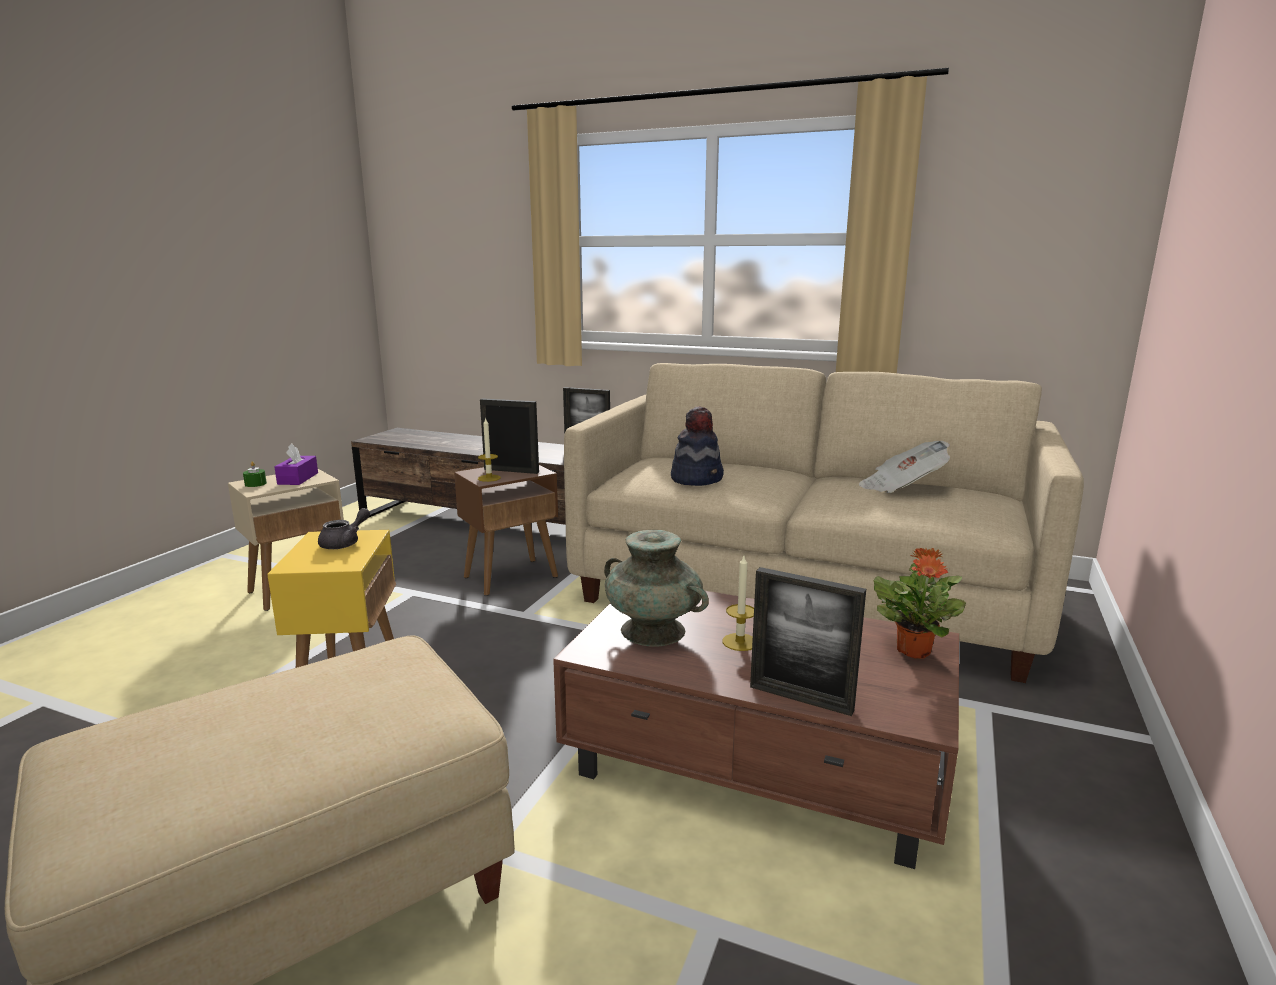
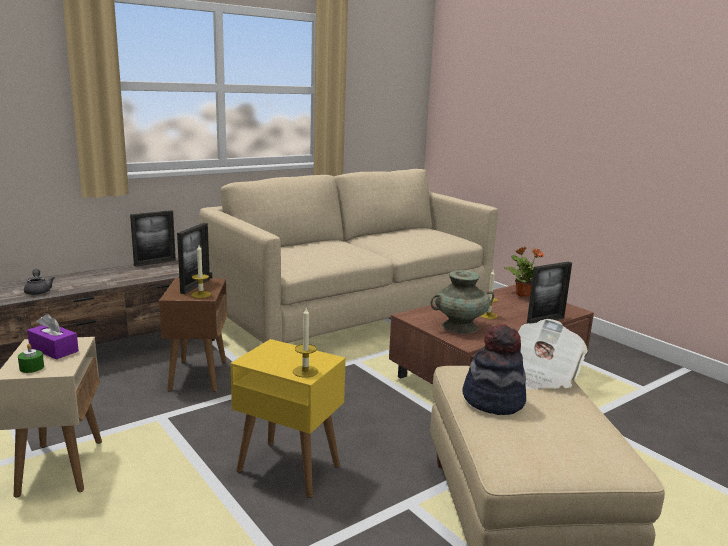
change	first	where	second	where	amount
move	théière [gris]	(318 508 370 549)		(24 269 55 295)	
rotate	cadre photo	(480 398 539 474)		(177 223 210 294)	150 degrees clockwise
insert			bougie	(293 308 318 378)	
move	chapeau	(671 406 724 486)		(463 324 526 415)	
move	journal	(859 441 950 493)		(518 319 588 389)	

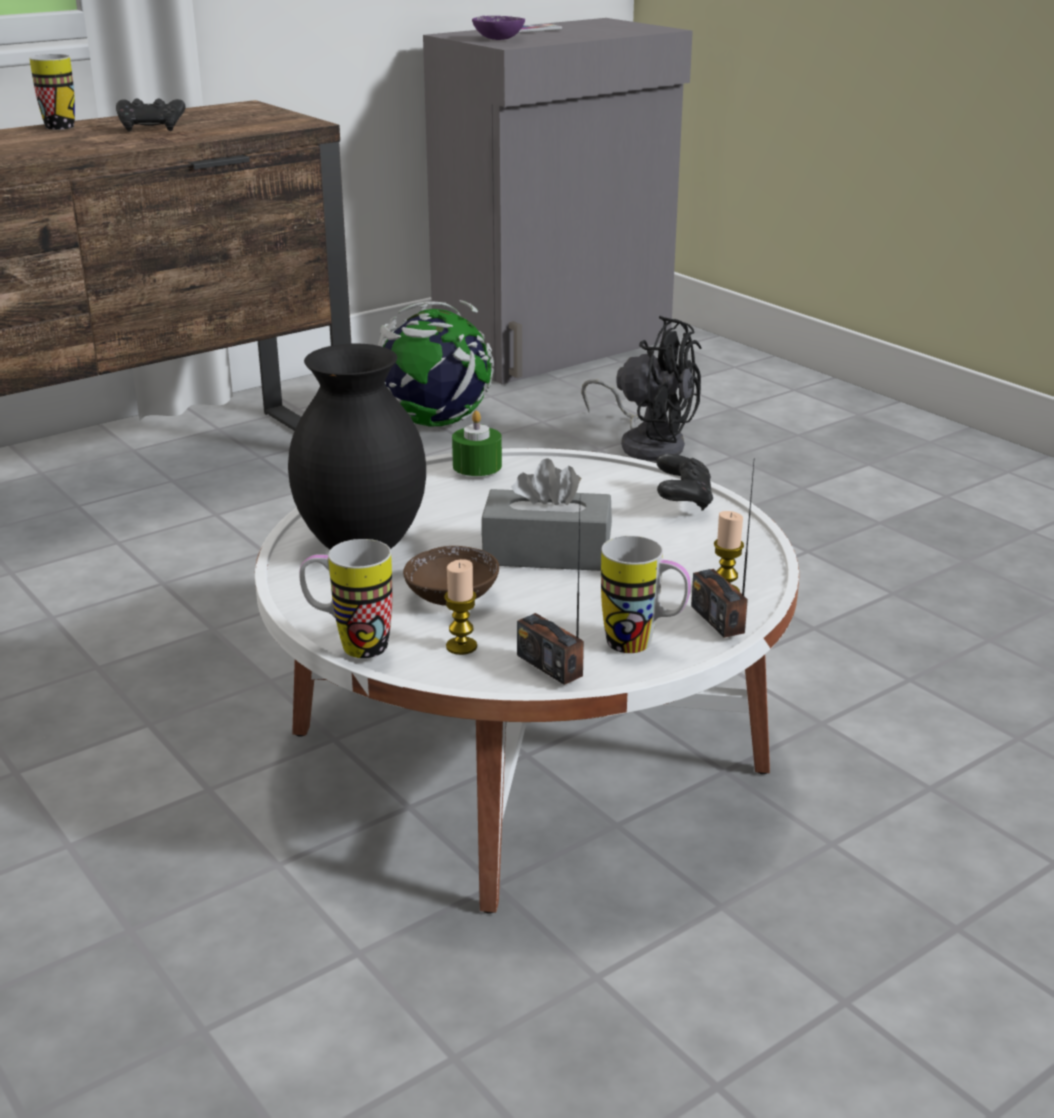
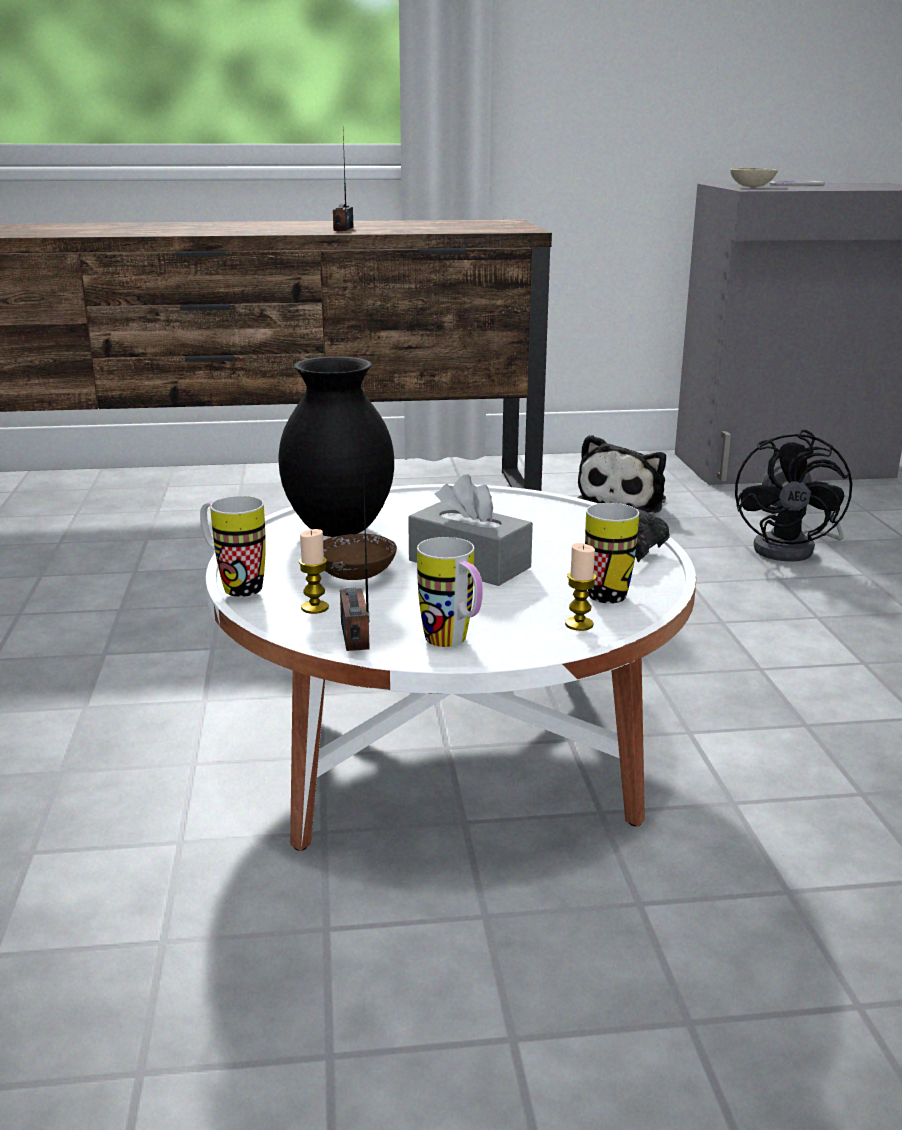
change	first	where	second	where	amount
move	radio	(691 464 754 638)		(333 133 354 231)	
replace	globe	(378 300 494 426)	peluche	(578 435 666 513)	
move	mug	(29 54 75 130)		(585 503 639 604)	
recolor	bol [violet]	(472 16 525 40)	bol [beige]	(730 167 778 187)	
rotate	ventilateur [noir]	(581 316 702 461)		(735 430 852 562)	45 degrees clockwise
delete	manette [noir]	(116 99 185 132)			
delete	bougie [vert]	(452 411 502 476)			

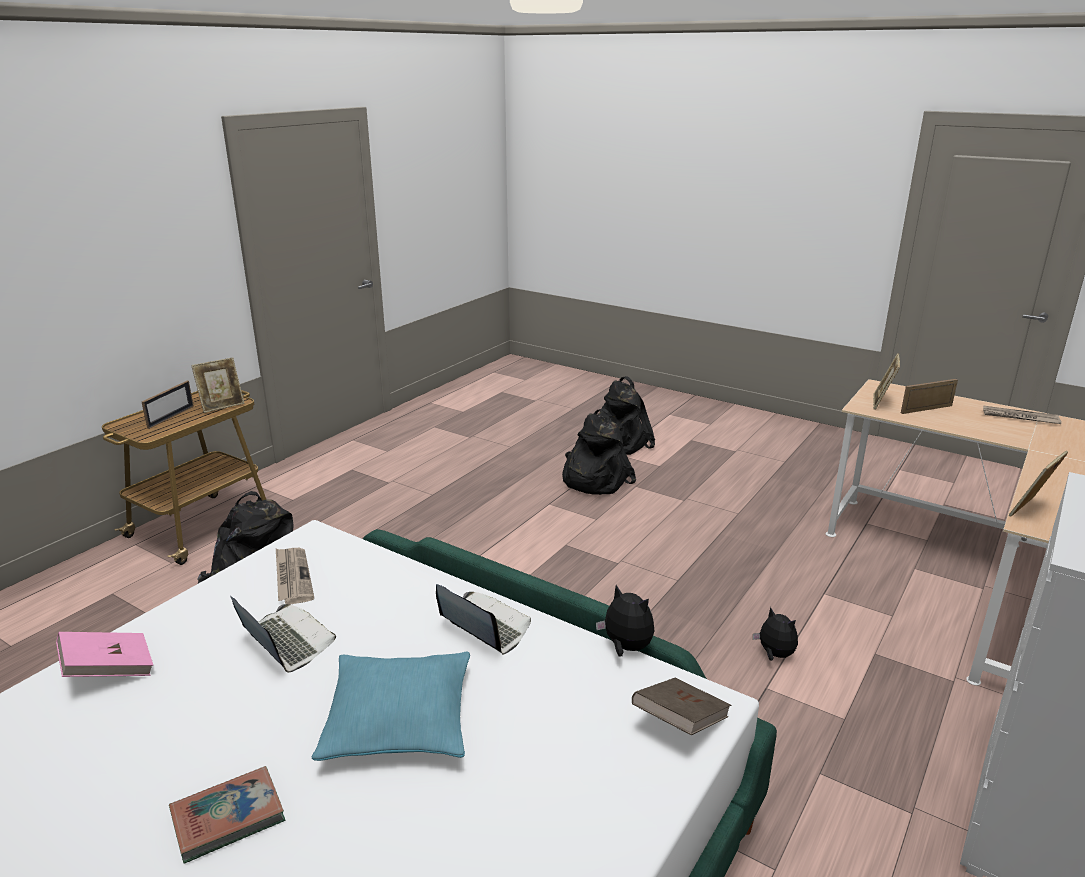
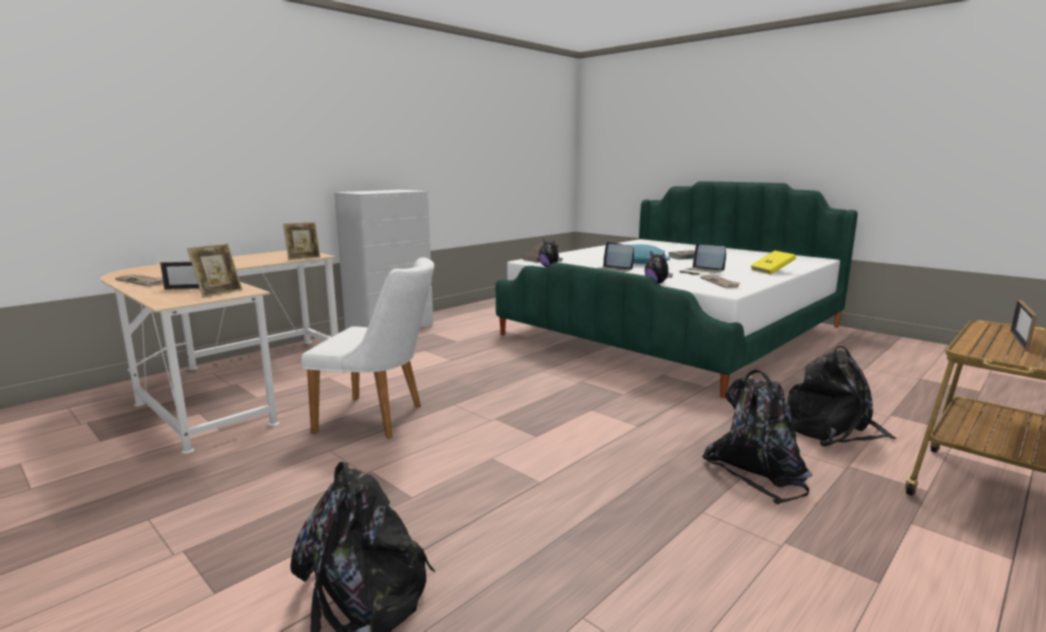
change	first	where	second	where	amount
insert			chaise [blanc]	(301 257 434 439)	
move	peluche	(753 607 798 661)		(645 251 673 284)	
move	sac à dos [noir]	(562 409 636 495)		(702 370 813 504)	
recolor	livre [rose]	(56 632 153 677)	livre [jaune]	(750 251 796 275)	
delete	cadre photo	(191 358 245 413)			

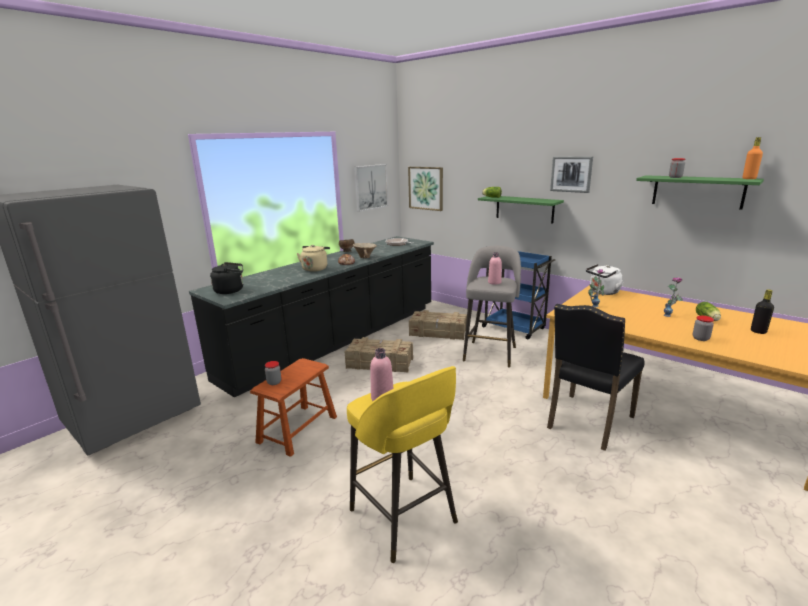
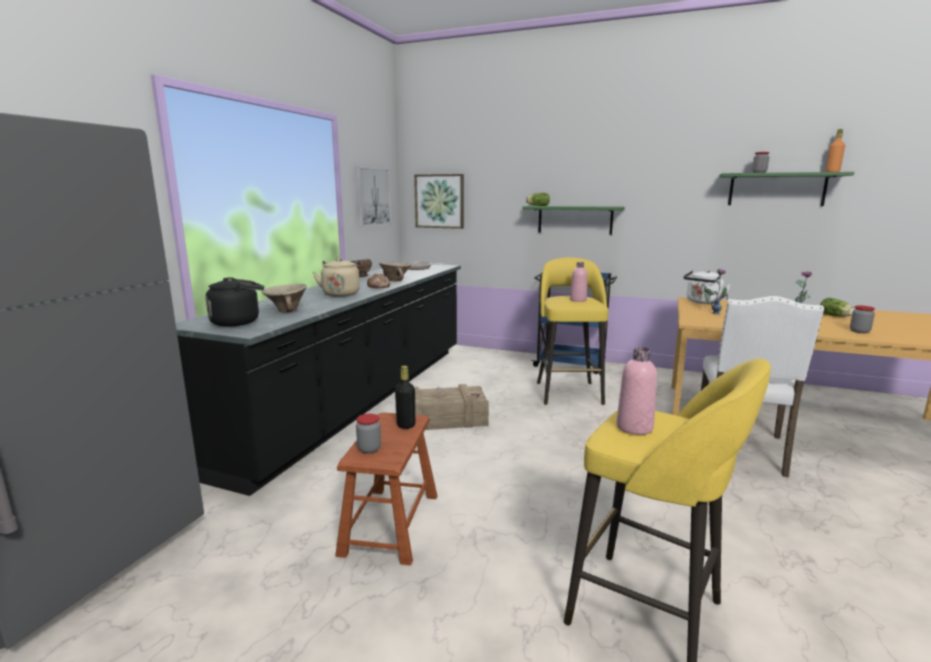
change	first	where	second	where	amount
insert			bol [beige]	(262 283 307 313)	
move	bouteille [noir]	(751 289 774 334)		(395 366 415 429)	
recolor	tabouret [gris]	(463 246 521 368)	tabouret [jaune]	(537 258 608 405)	
recolor	chaise [noir]	(547 304 645 451)	chaise [blanc]	(701 296 824 477)	
delete	caisse	(409 310 467 340)			
delete	tableau	(550 156 593 193)			

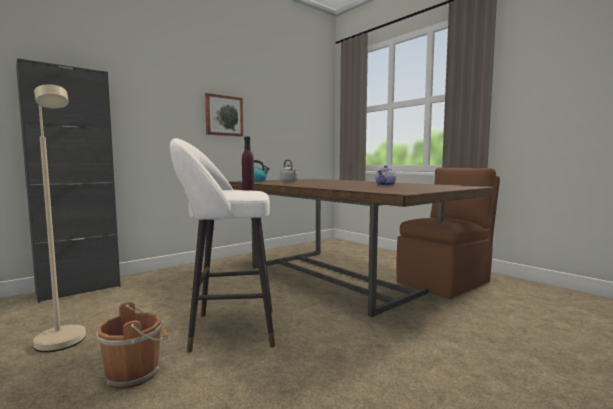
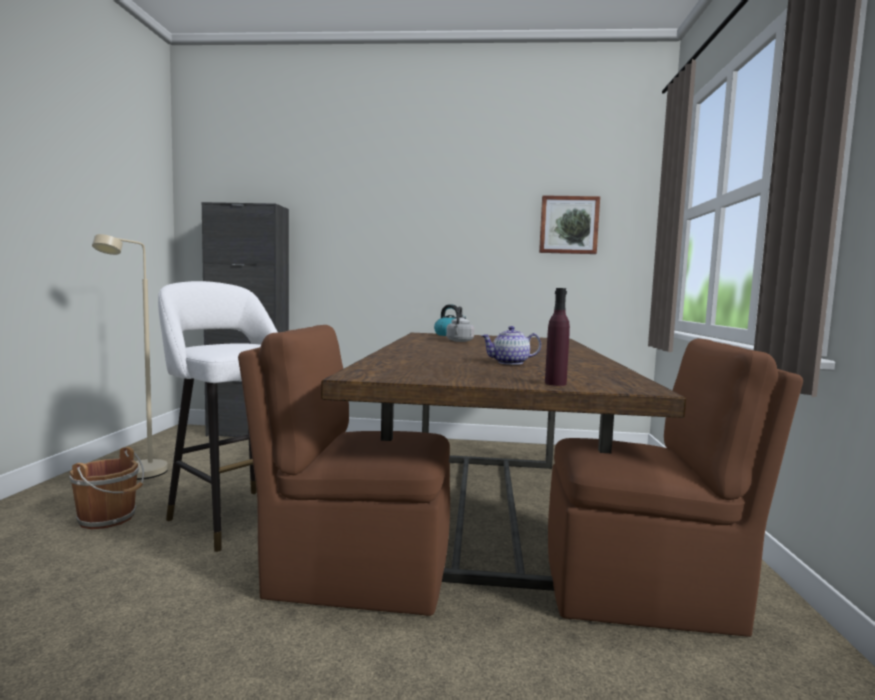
change	first	where	second	where	amount
insert			chaise [marron]	(238 325 450 616)	
move	tableau	(205 93 243 137)		(539 195 600 254)	
move	bouteille [violet]	(242 136 254 190)		(545 288 570 386)	

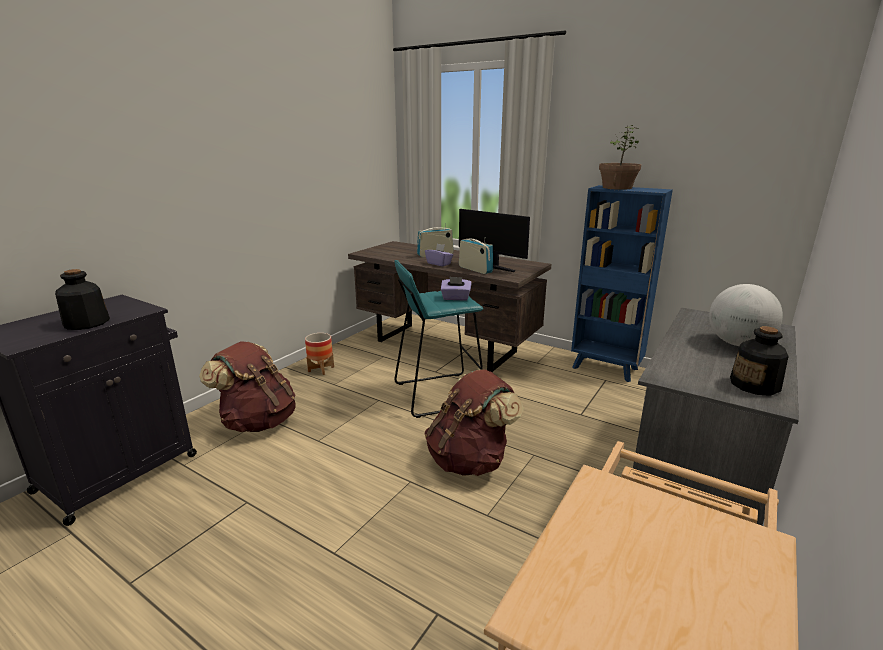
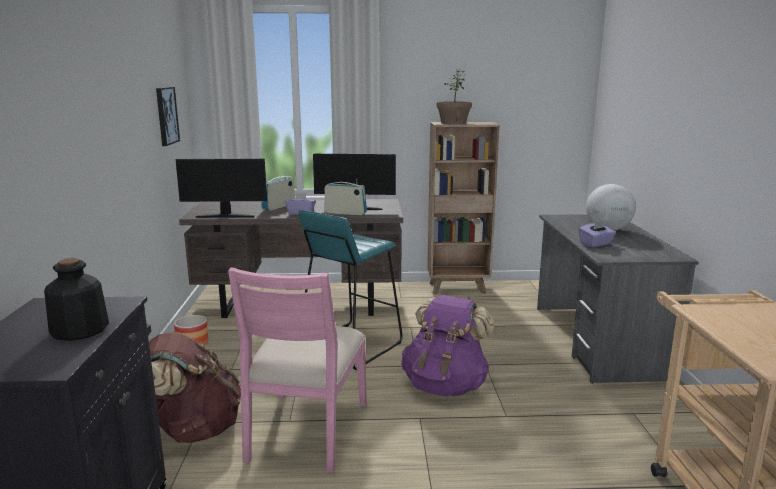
change	first	where	second	where	amount
insert			tableau	(156 87 180 146)	
insert			écran d'ordinateur	(176 158 267 218)	
insert			chaise [rose]	(228 267 367 473)	
recolor	sac à dos [marron]	(424 369 524 476)	sac à dos [violet]	(401 295 495 397)	
recolor	bibliothèque [bleu]	(571 185 673 382)	bibliothèque [marron]	(427 122 500 295)	
move	boîte à mouchoirs [violet]	(441 276 472 301)		(579 220 616 247)	
delete	bouteille	(730 326 789 396)			

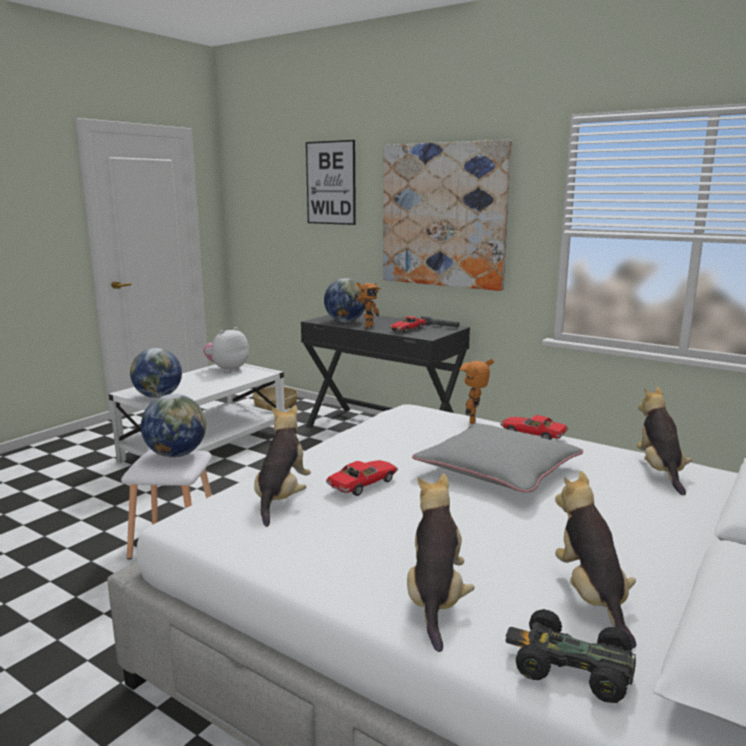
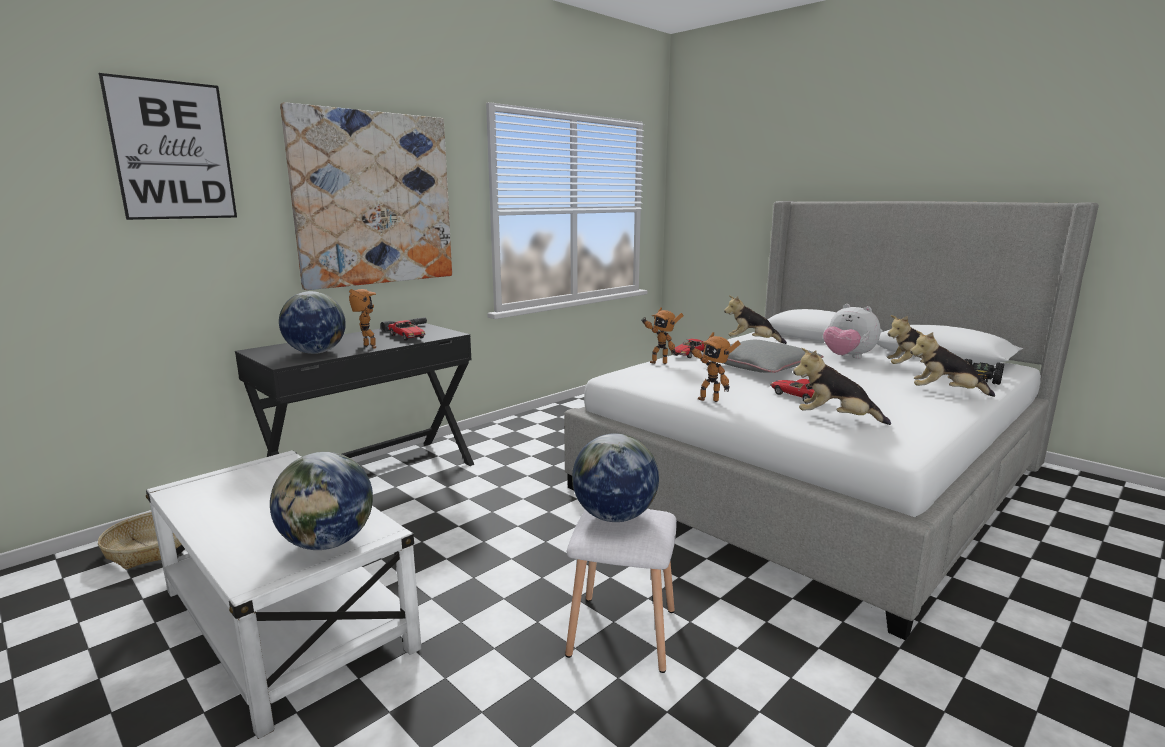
change	first	where	second	where	amount
insert			robot jouet	(688 332 741 402)	
move	peluche	(203 327 249 373)		(823 304 881 359)	

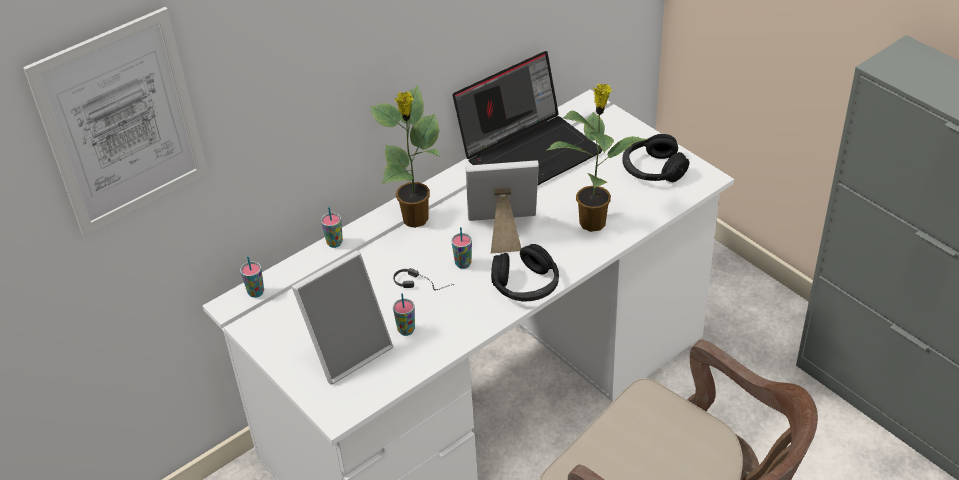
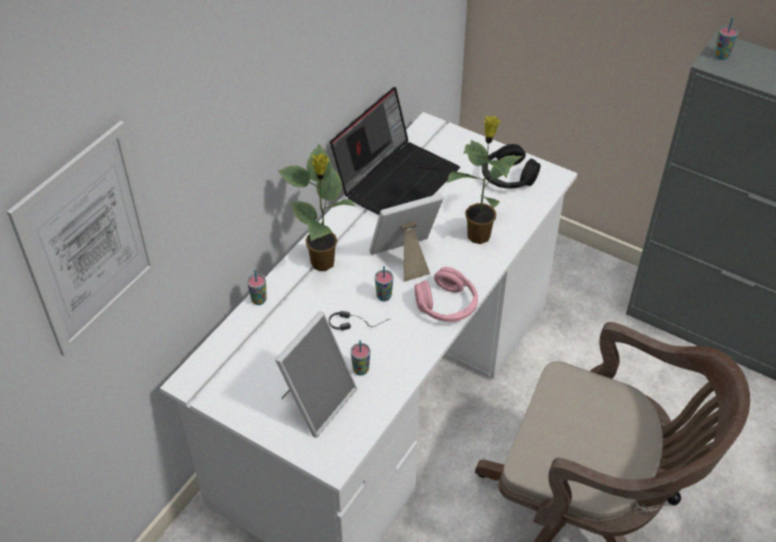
change	first	where	second	where	amount
recolor	casque audio [noir]	(491 244 559 302)	casque audio [rose]	(415 267 478 322)	
move	tasse	(240 256 264 298)		(714 18 738 60)	

